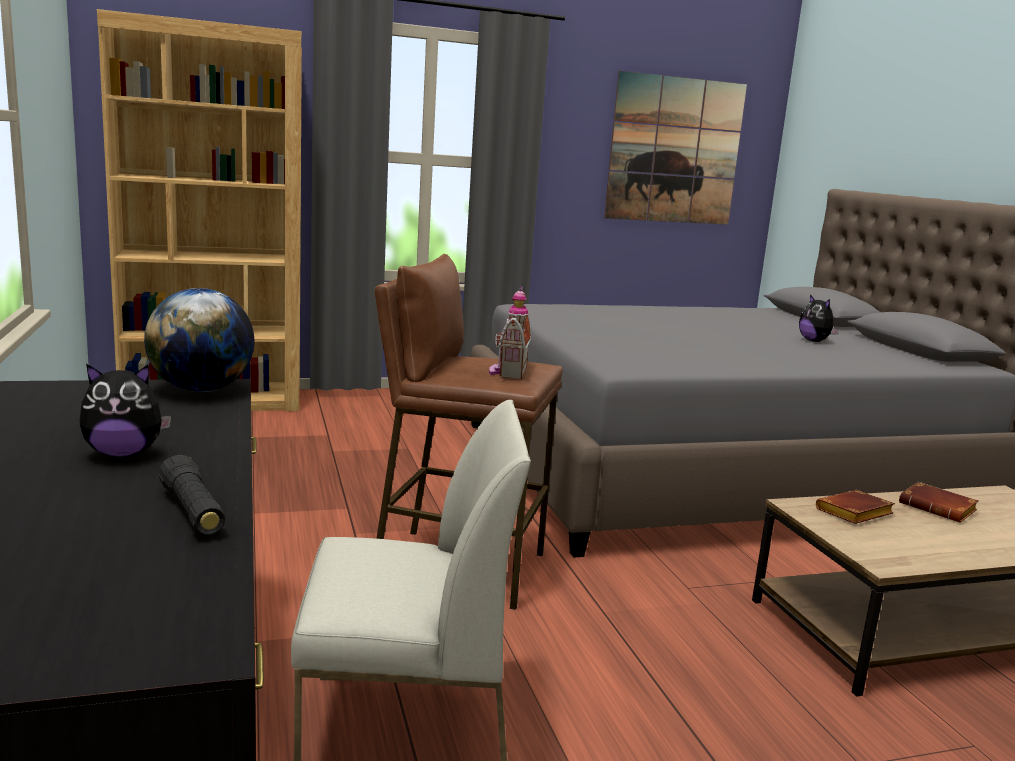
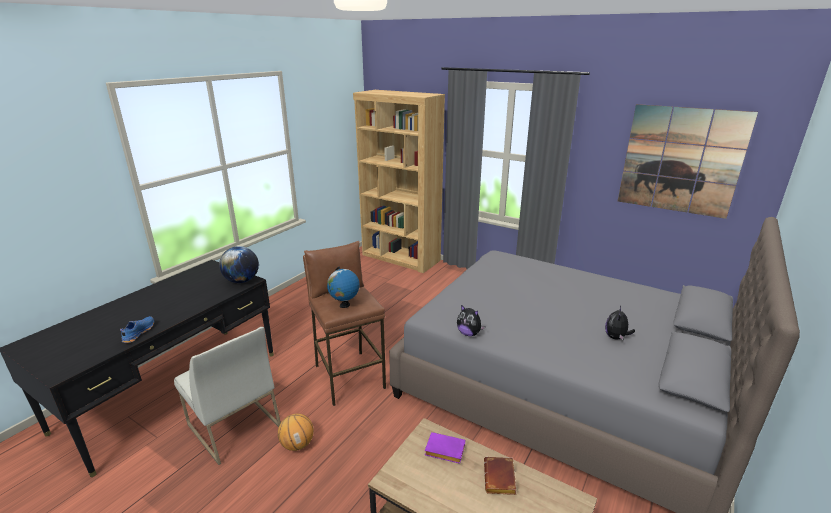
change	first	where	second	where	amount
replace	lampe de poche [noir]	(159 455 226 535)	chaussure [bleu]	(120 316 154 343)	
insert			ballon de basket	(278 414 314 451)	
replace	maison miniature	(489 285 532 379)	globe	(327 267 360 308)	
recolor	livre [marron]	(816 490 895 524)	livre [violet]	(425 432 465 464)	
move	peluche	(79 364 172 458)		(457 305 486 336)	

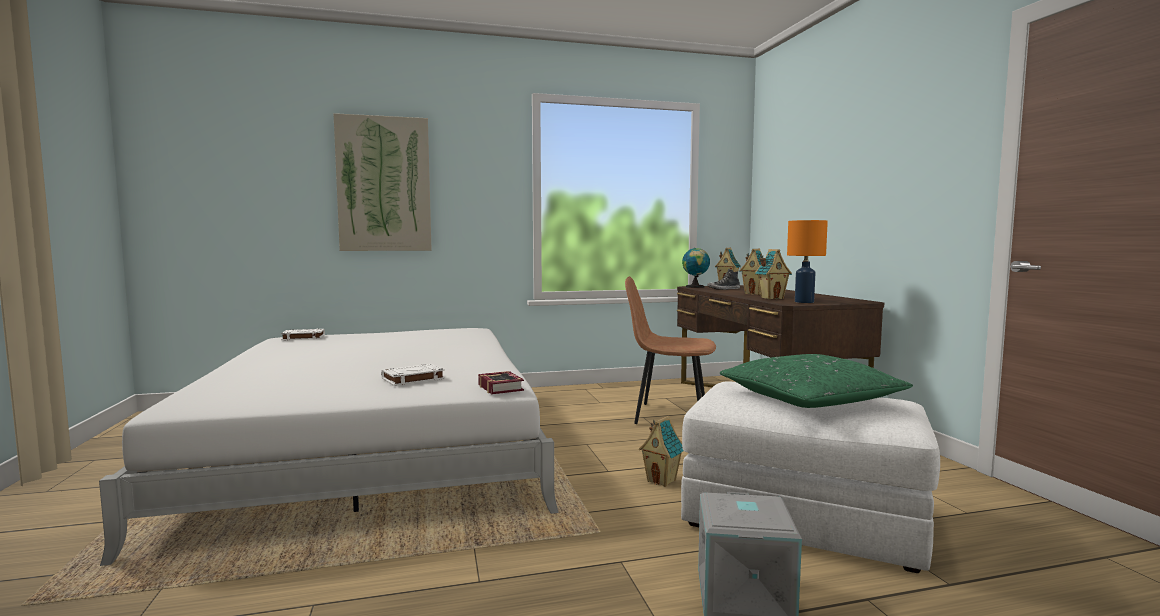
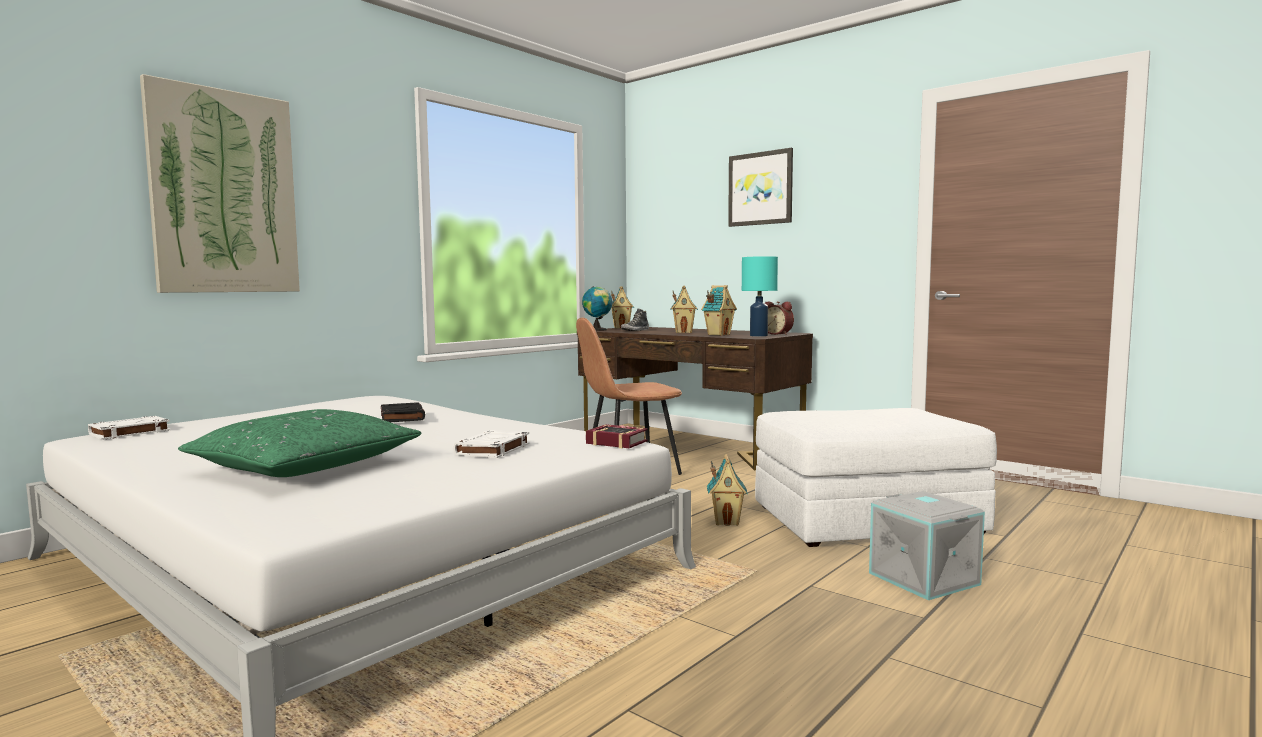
change	first	where	second	where	amount
move	coussin [vert]	(720 354 913 408)		(178 409 422 477)	
insert			livre [noir]	(381 402 425 422)	
insert			tableau	(728 148 793 227)	
recolor	lampe de table [orange]	(787 220 828 303)	lampe de table [turquoise]	(742 256 778 337)	
insert			réveil	(765 301 794 335)	

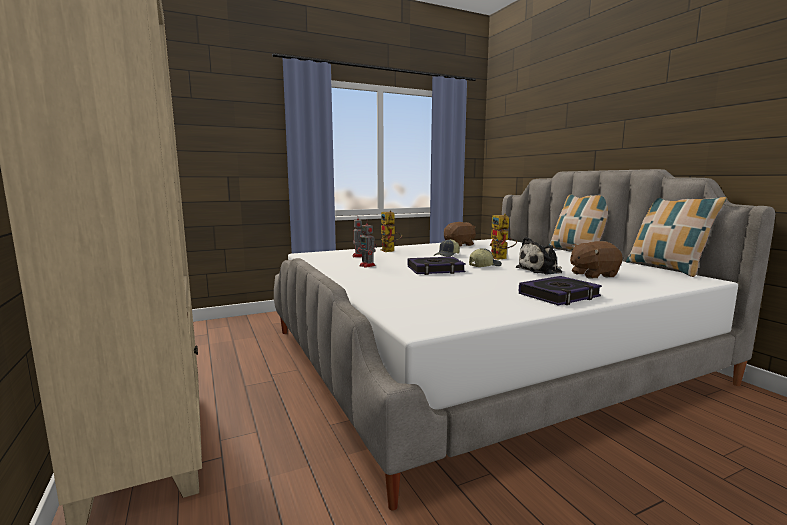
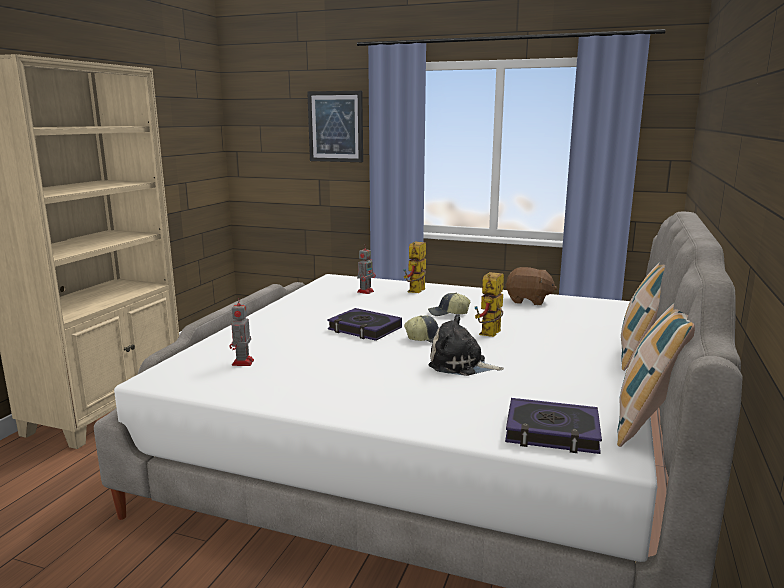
change	first	where	second	where	amount
move	robot jouet	(357 220 377 268)		(229 297 254 366)	
insert			tableau	(307 91 363 162)	
move	livre	(519 276 602 306)		(505 398 602 454)	
delete	peluche [marron]	(570 241 622 279)			

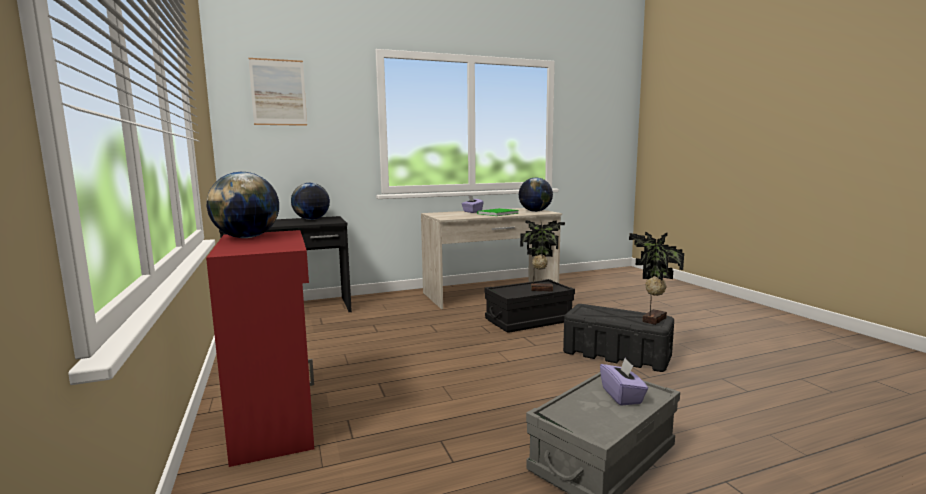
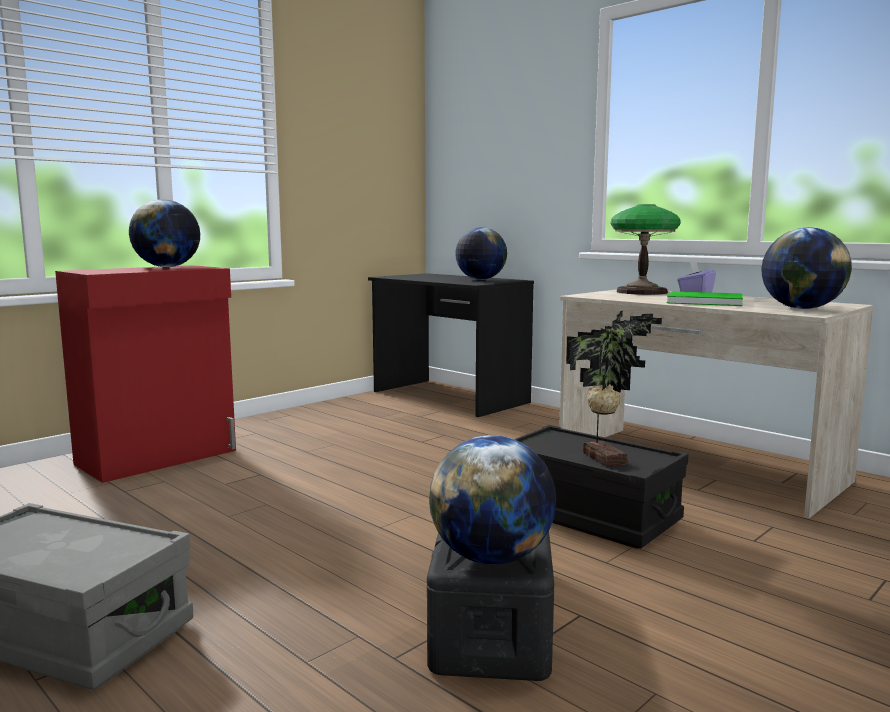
change	first	where	second	where	amount
replace	plante en pot	(629 232 684 325)	globe	(429 435 556 564)	
insert			lampe de table	(610 204 681 295)	
delete	tableau	(248 58 307 126)			
delete	boîte à mouchoirs [violet]	(600 358 648 406)			

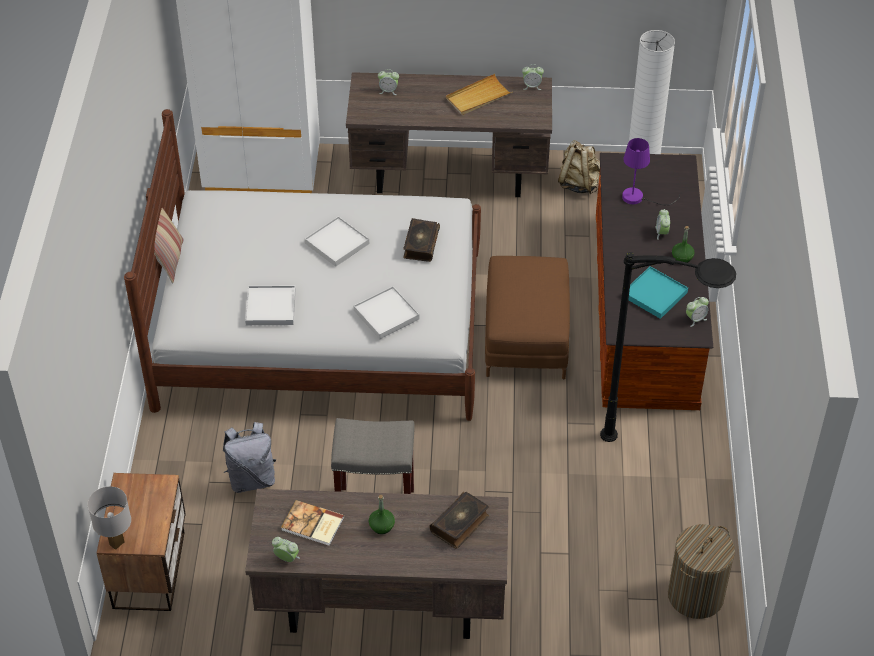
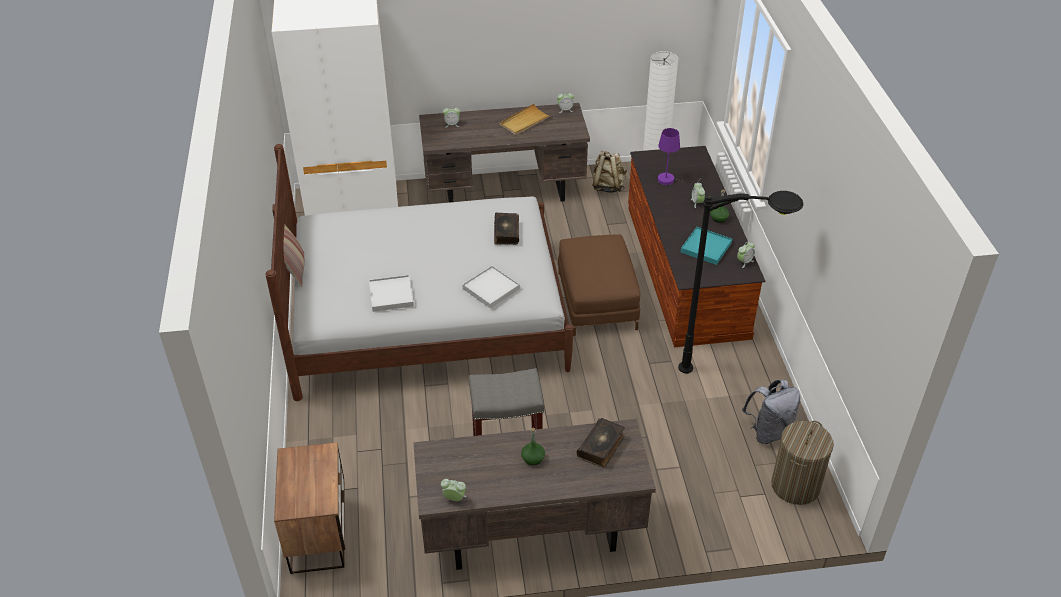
change	first	where	second	where	amount
move	sac à dos [gris]	(223 422 276 493)		(742 380 800 444)	
delete	lampe de table [blanc]	(87 486 131 550)			
delete	livre	(281 500 344 546)			
delete	plateau [blanc]	(305 216 369 267)			

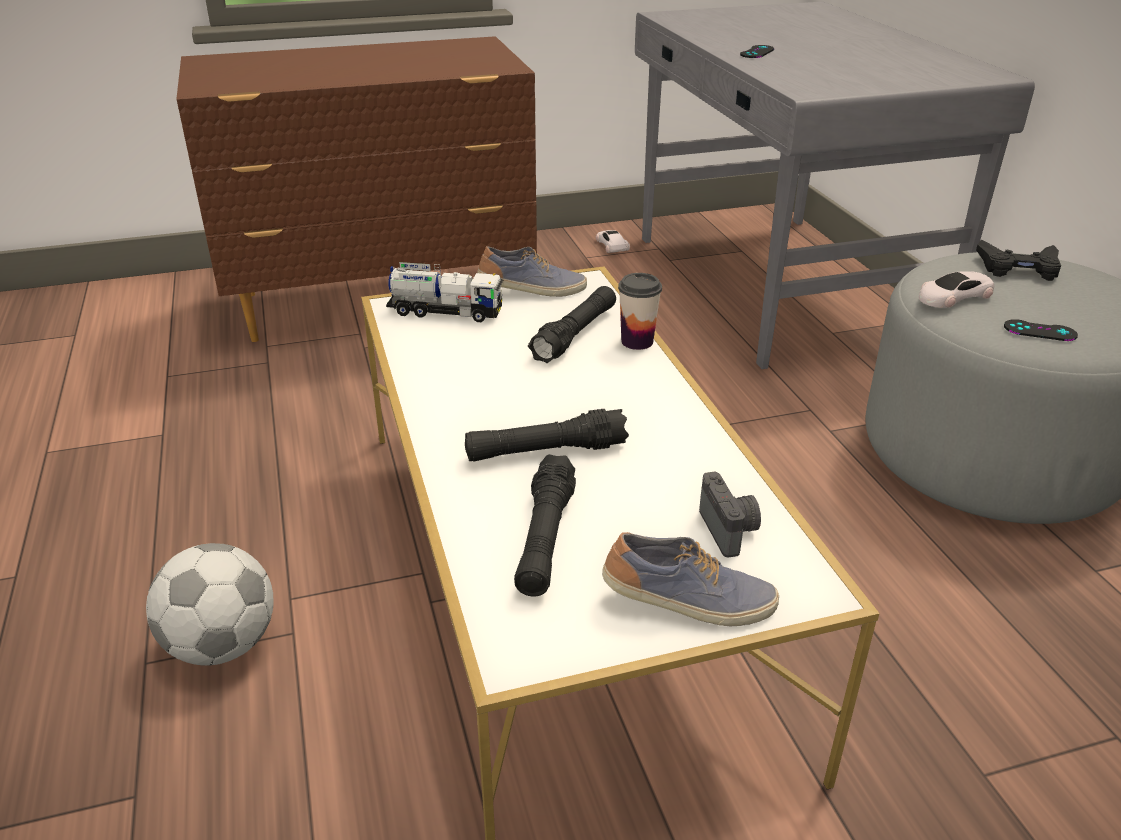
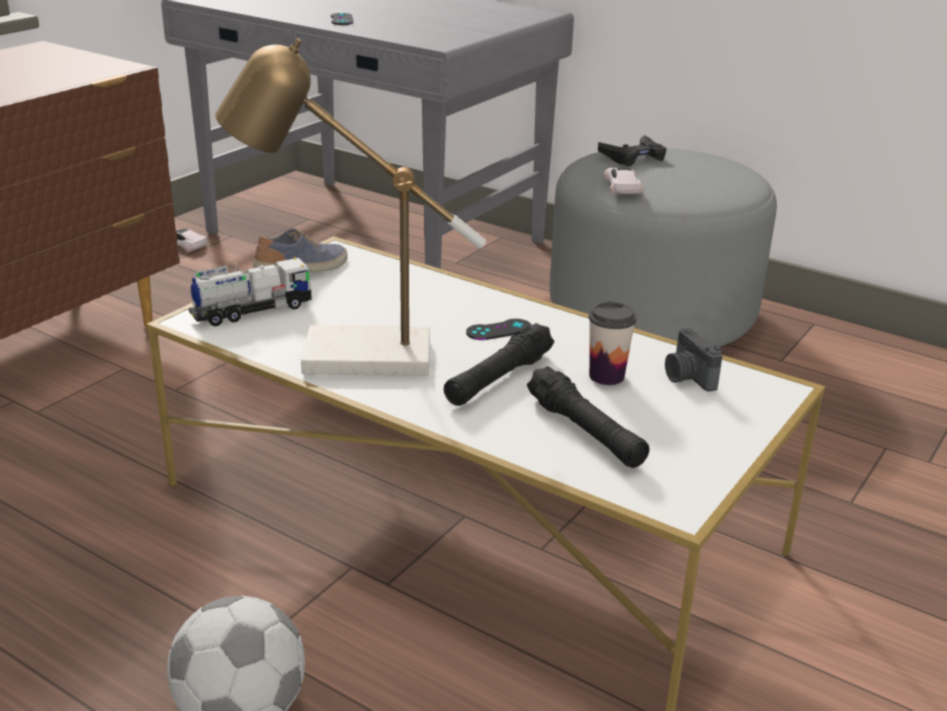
change	first	where	second	where	amount
insert			lampe de table	(215 38 486 376)	
move	manette [noir]	(1004 319 1078 341)		(466 319 531 340)	
move	tasse	(618 273 662 350)		(588 301 637 385)	
rotate	petite voiture [blanc]	(919 271 994 308)		(603 167 644 194)	150 degrees clockwise
rotate	appareil photo	(699 472 761 558)		(665 328 723 392)	150 degrees counterclockwise
delete	lampe de poche [noir]	(528 286 616 363)			
delete	chaussure	(602 532 779 626)			

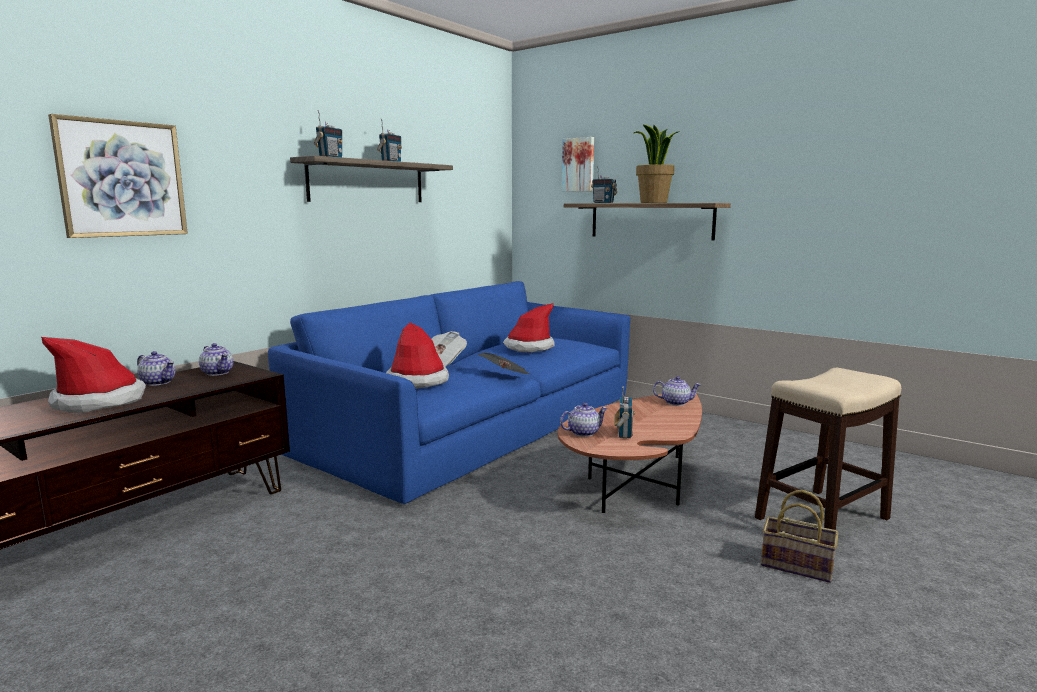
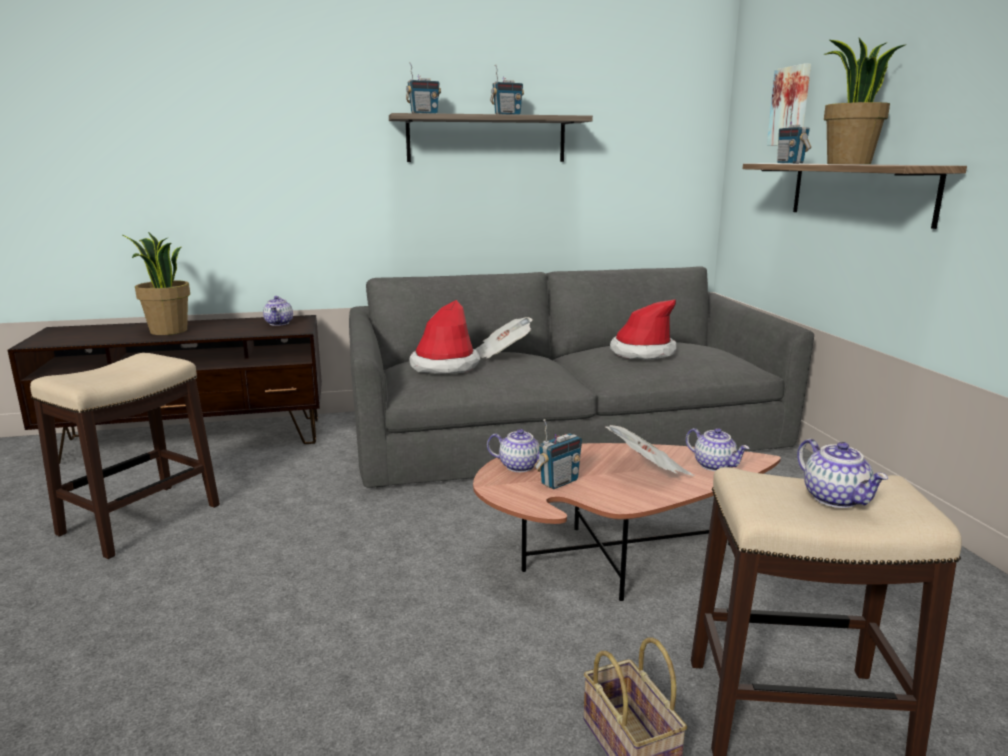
change	first	where	second	where	amount
insert			tabouret	(30 353 220 559)	
replace	chapeau	(41 337 146 413)	plante en pot	(123 232 190 335)	
recolor	canapé [bleu]	(268 281 630 504)	canapé [gris]	(349 266 814 488)	
move	journal	(477 353 530 374)		(605 425 695 476)	
move	théière	(137 351 175 386)		(797 439 888 508)	
delete	tableau	(48 114 188 238)			

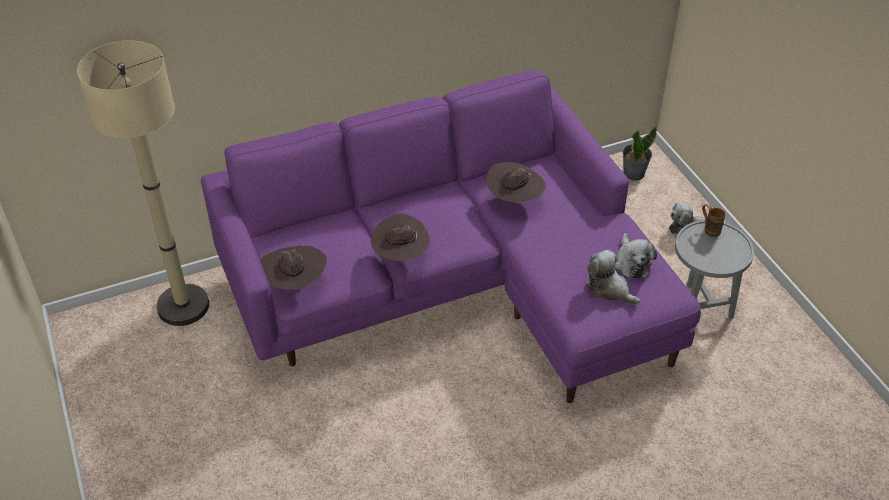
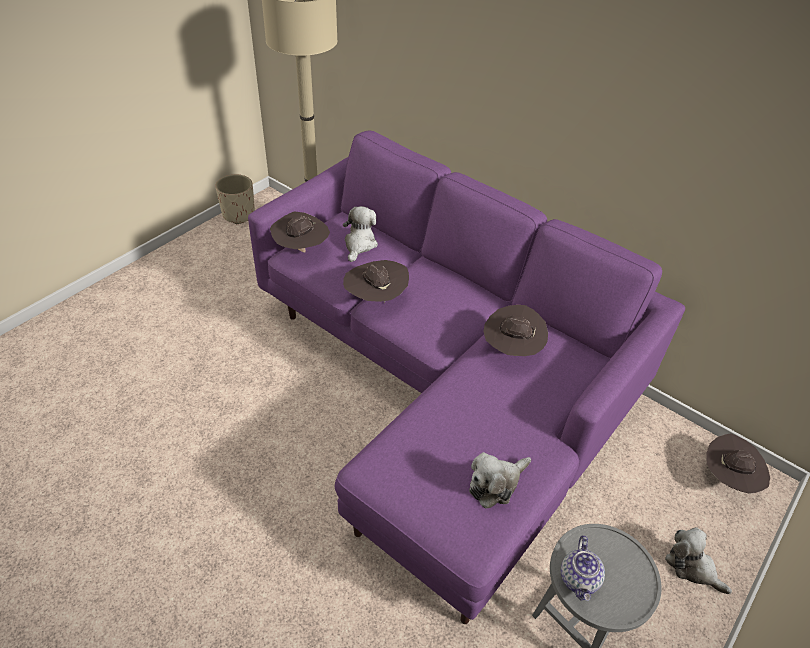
change	first	where	second	where	amount
insert			cache-pot [beige]	(215 175 255 224)	
move	peluche	(586 250 640 305)		(343 206 378 262)	
insert			théière	(561 535 605 601)	
replace	plante en pot	(623 126 657 181)	chapeau [marron]	(706 434 770 494)	
delete	mug [marron]	(702 204 725 237)			

